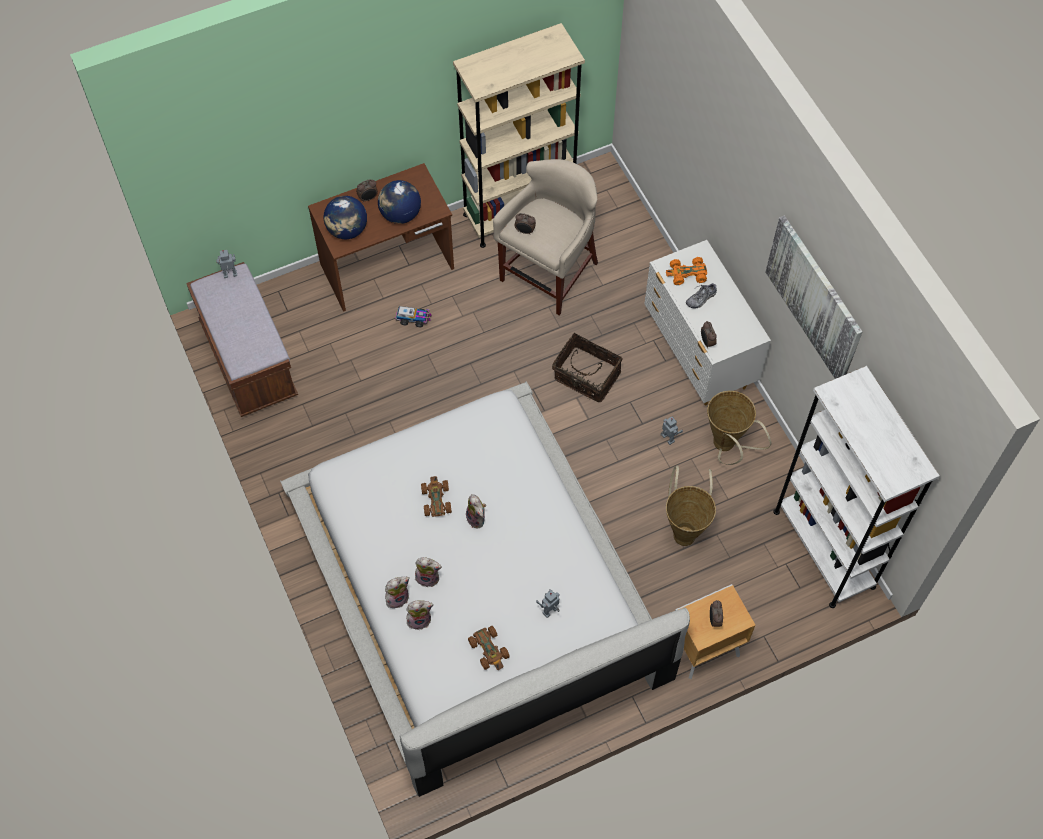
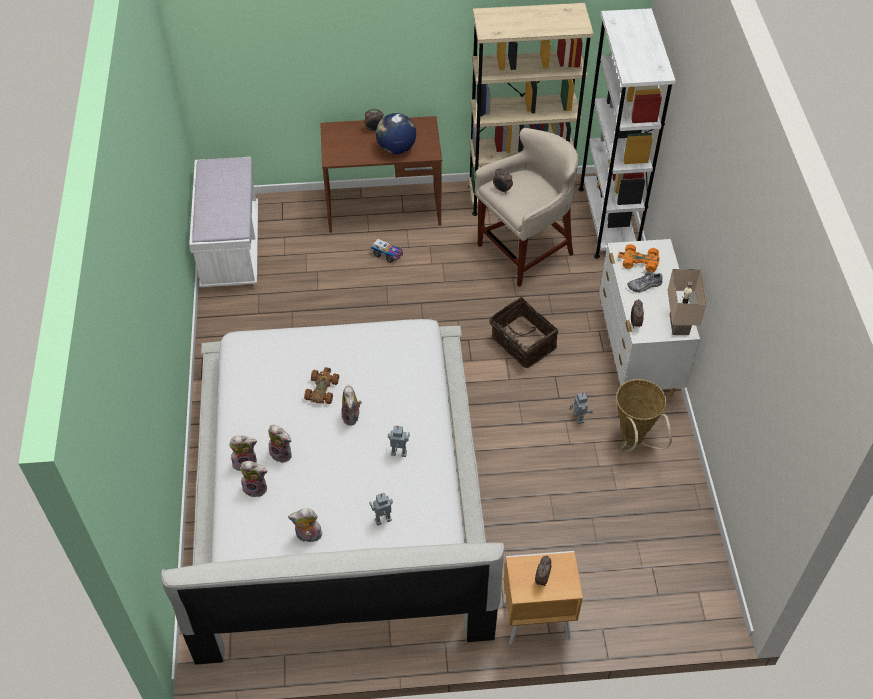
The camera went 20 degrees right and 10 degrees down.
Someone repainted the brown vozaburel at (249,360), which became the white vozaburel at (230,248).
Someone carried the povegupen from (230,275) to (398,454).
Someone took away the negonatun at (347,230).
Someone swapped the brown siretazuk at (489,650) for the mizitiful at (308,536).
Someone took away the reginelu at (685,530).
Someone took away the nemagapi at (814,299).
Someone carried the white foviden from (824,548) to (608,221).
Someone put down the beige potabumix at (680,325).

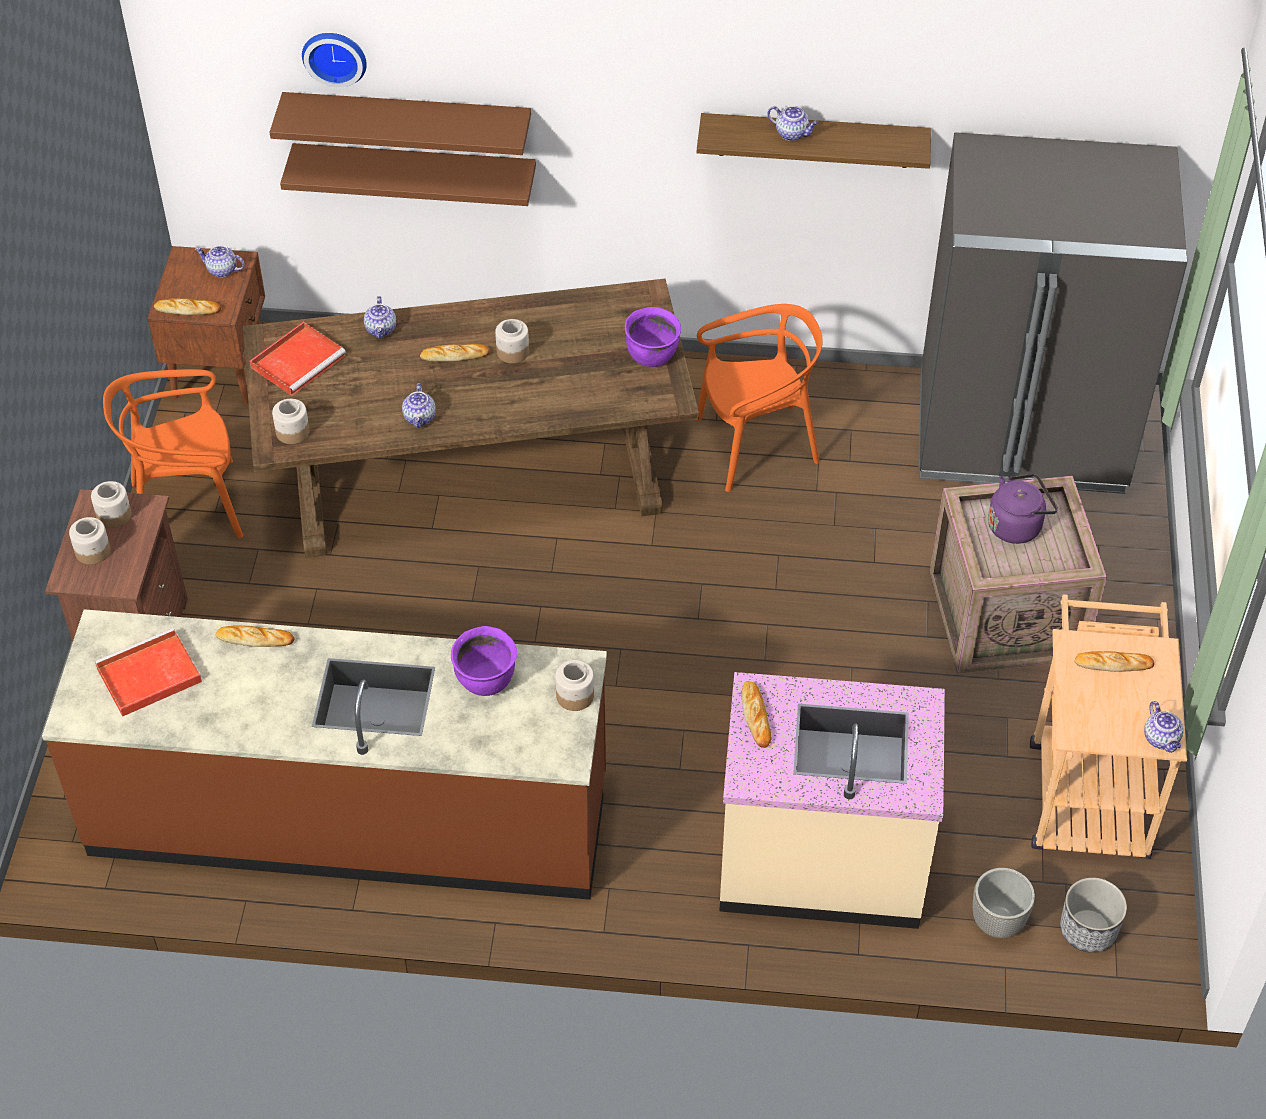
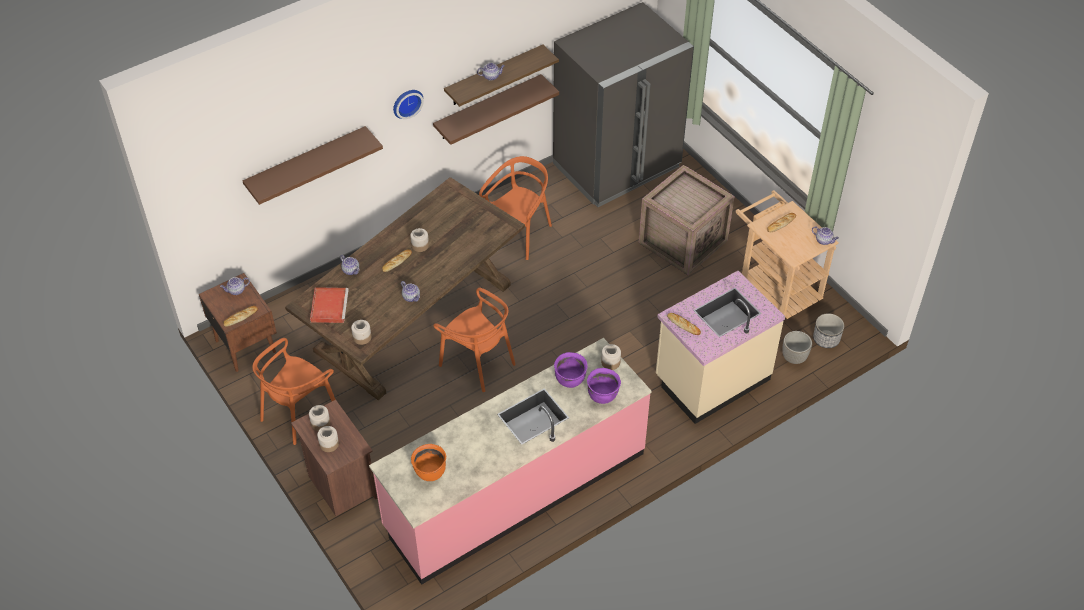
The camera went 40 degrees left and 0 degrees up.
Someone repainted the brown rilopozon at (350,815), which became the pink rilopozon at (514,489).
Someone swapped the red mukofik at (147,676) for the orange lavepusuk at (430,472).
Someone took away the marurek at (255,639).
Someone carried the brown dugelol from (415,170) to (488,107).
Someone carried the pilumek from (335,56) to (406,102).
Someone carried the purple lavepusuk from (652,356) to (602,395).
Someone took away the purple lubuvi at (1017,525).
Someone put down the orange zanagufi at (478,362).

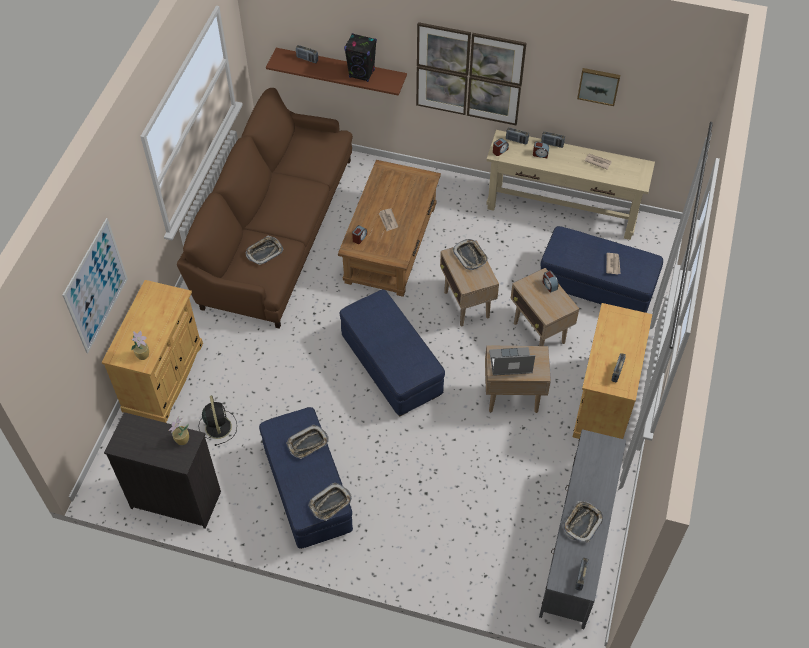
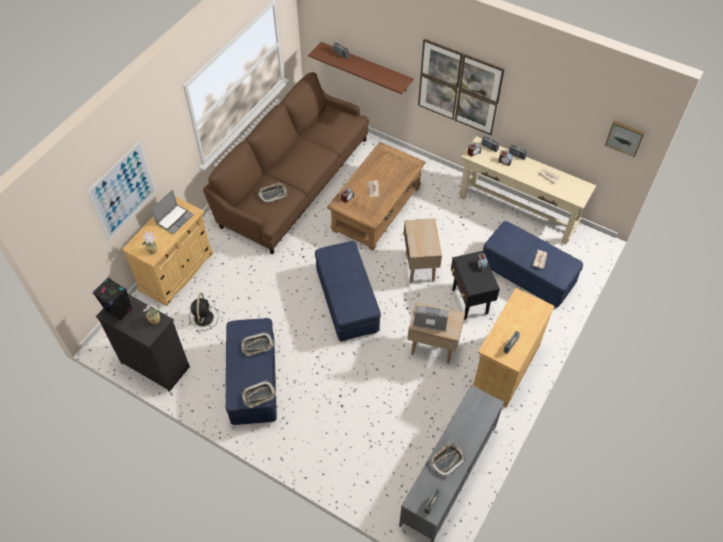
The camera went 15 degrees right and 0 degrees up.
Someone carried the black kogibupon from (362,74) to (119,311).
Someone took away the mukofik at (470,256).
Someone repainted the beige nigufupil at (539,333), which became the black nigufupil at (469,302).
Someone carried the nemagapi from (598,85) to (625,137).
Someone put down the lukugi at (175,219).

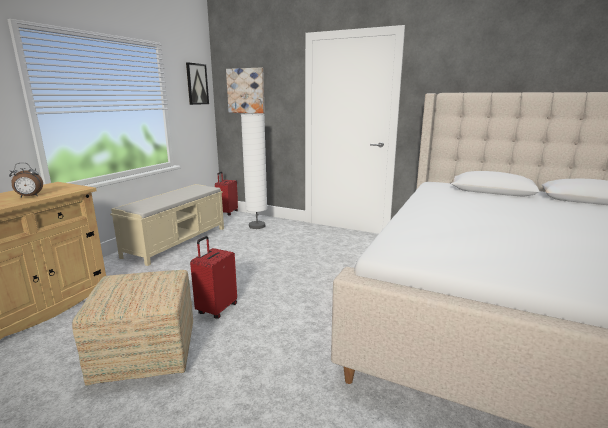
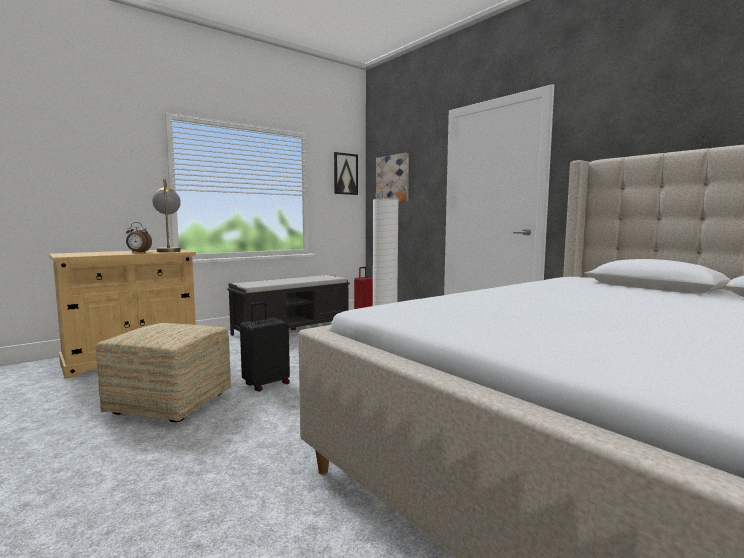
The camera went 25 degrees right and 10 degrees down.
Someone repainted the beige vozaburel at (177,241), which became the black vozaburel at (293,329).
Someone repainted the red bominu at (216,309), which became the black bominu at (266,384).
Someone put down the potabumix at (168,251).

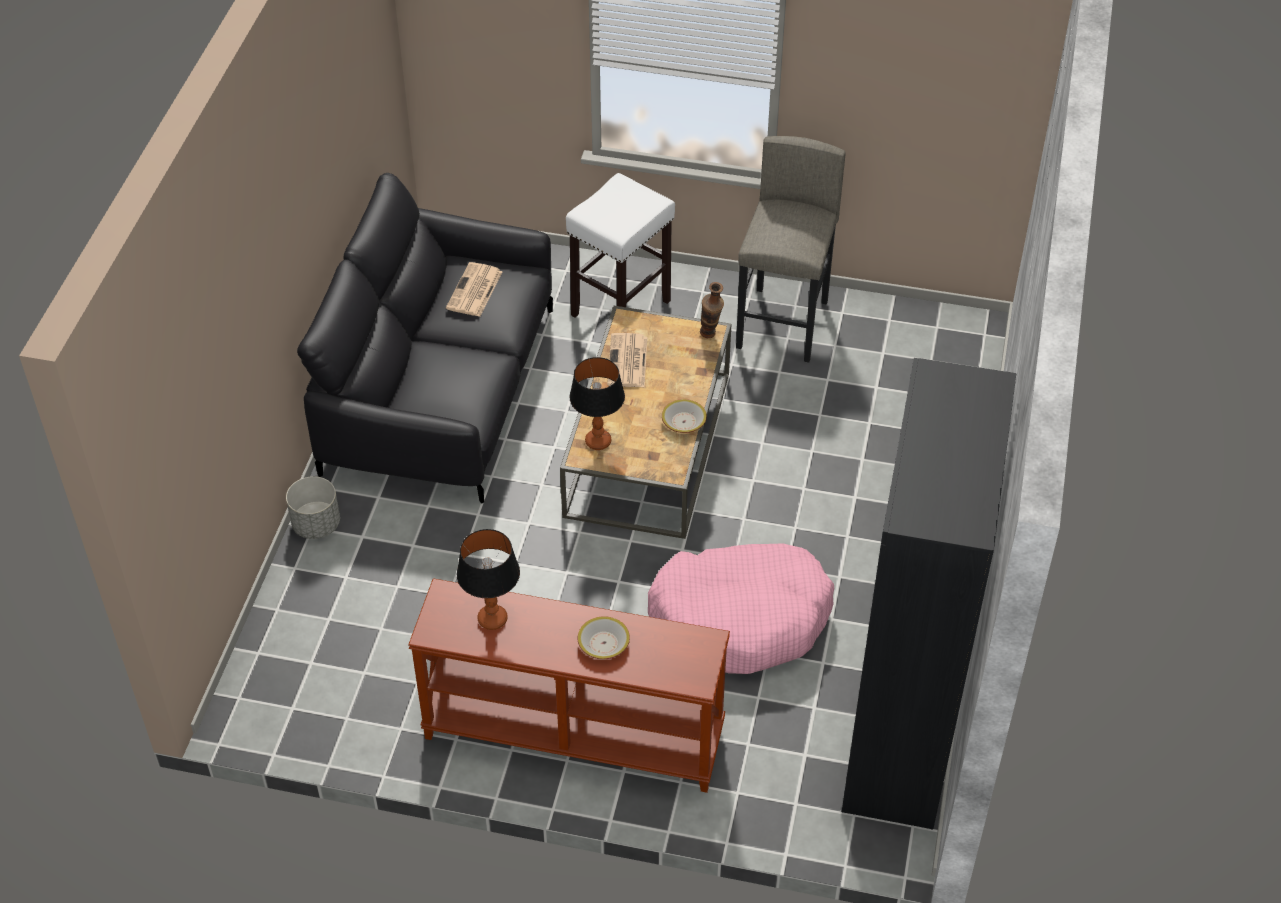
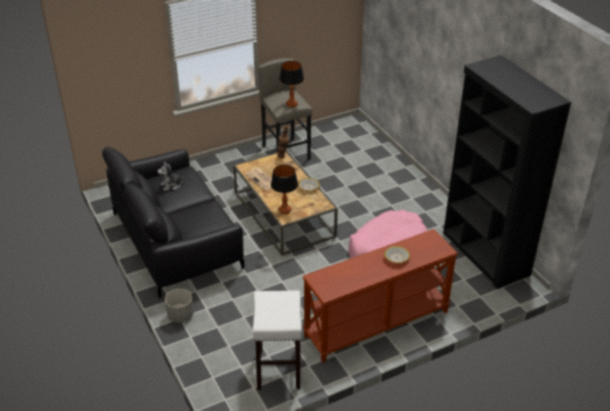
The camera went 40 degrees left and 10 degrees down.
Someone swapped the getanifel at (474,291) for the mizitiful at (172,185).
Someone carried the potabumix from (492,619) to (291,104).
Someone carried the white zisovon from (621,307) to (278,369).

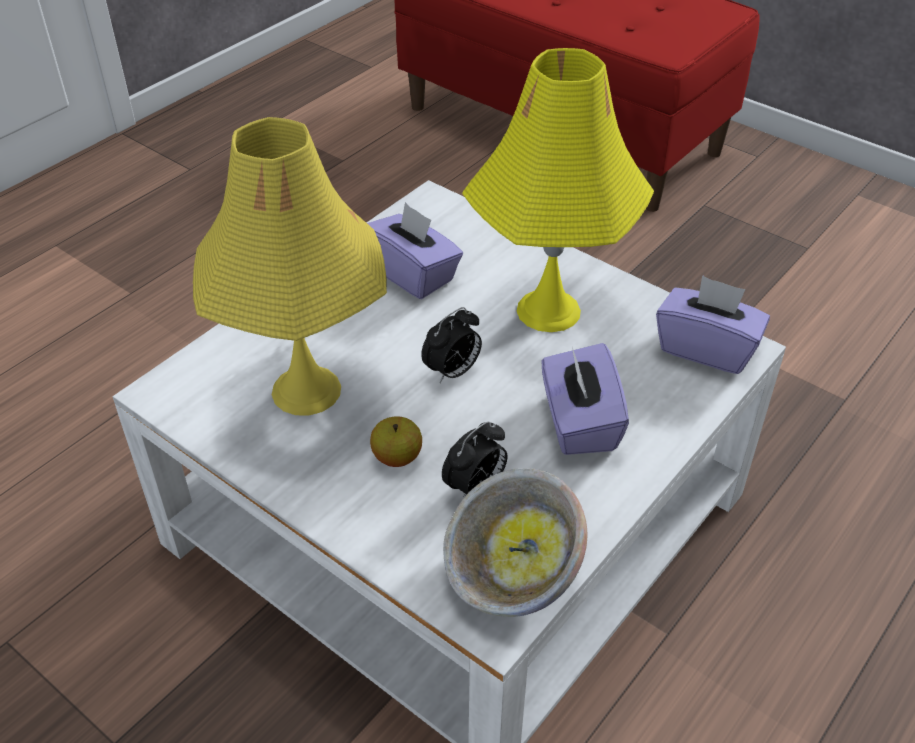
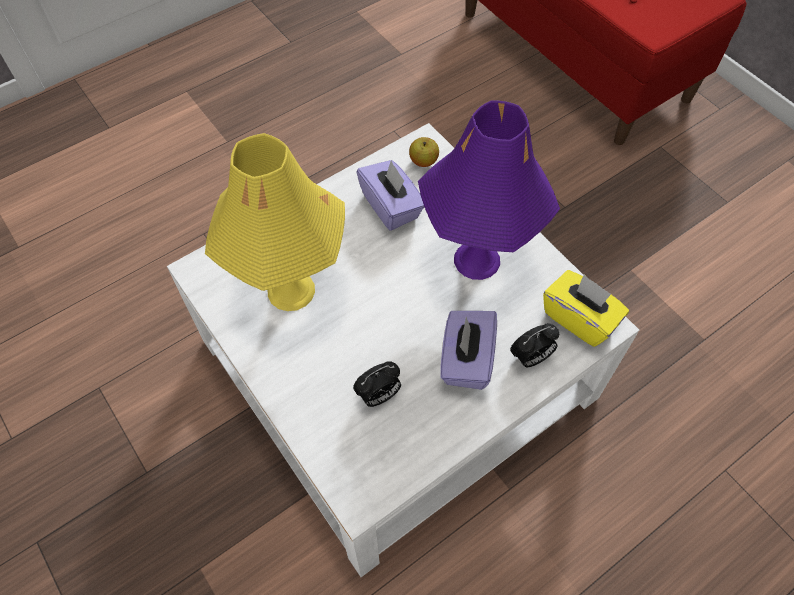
The camera went 15 degrees right and 15 degrees up.
Someone carried the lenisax from (397,457) to (423,161).
Someone carried the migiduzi from (452,372) to (530,358).
Someone took away the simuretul at (512,576).
Someone repainted the yellow potabumix at (548,310), which became the purple potabumix at (477,259).
Someone repainted the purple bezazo at (706,348), which became the yellow bezazo at (579,318).

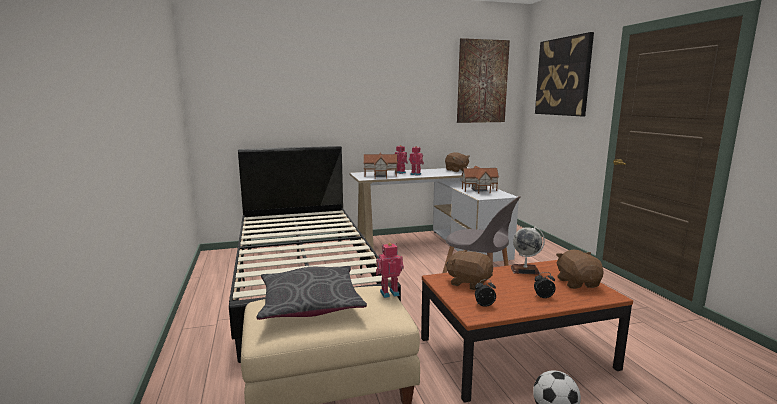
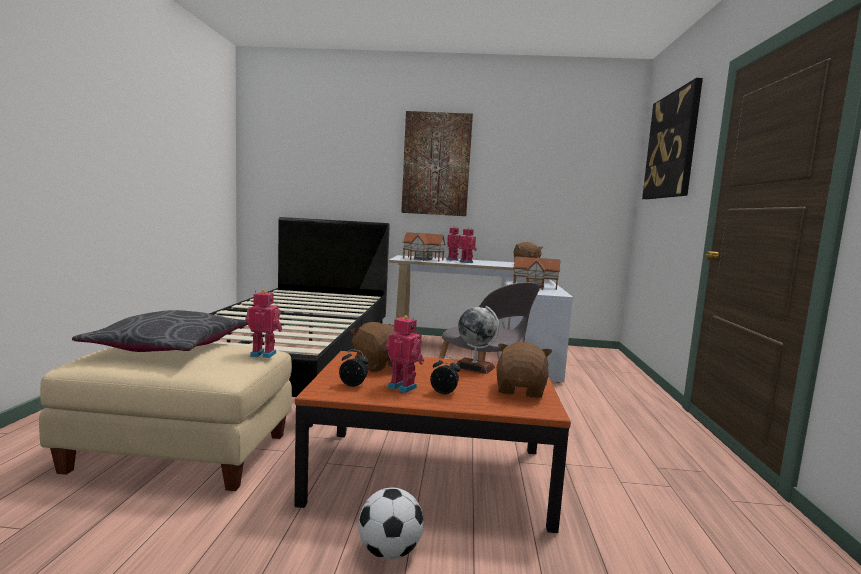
The camera went 20 degrees right and 5 degrees down.
Someone carried the nemagapi from (482,81) to (436,164).
Someone put down the povegupen at (403,387).

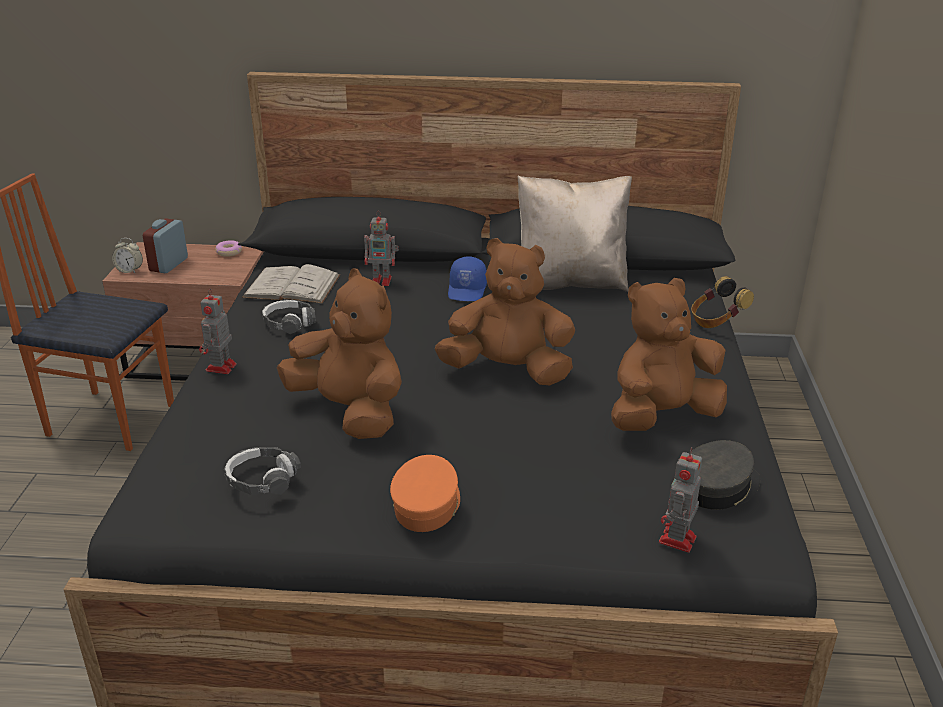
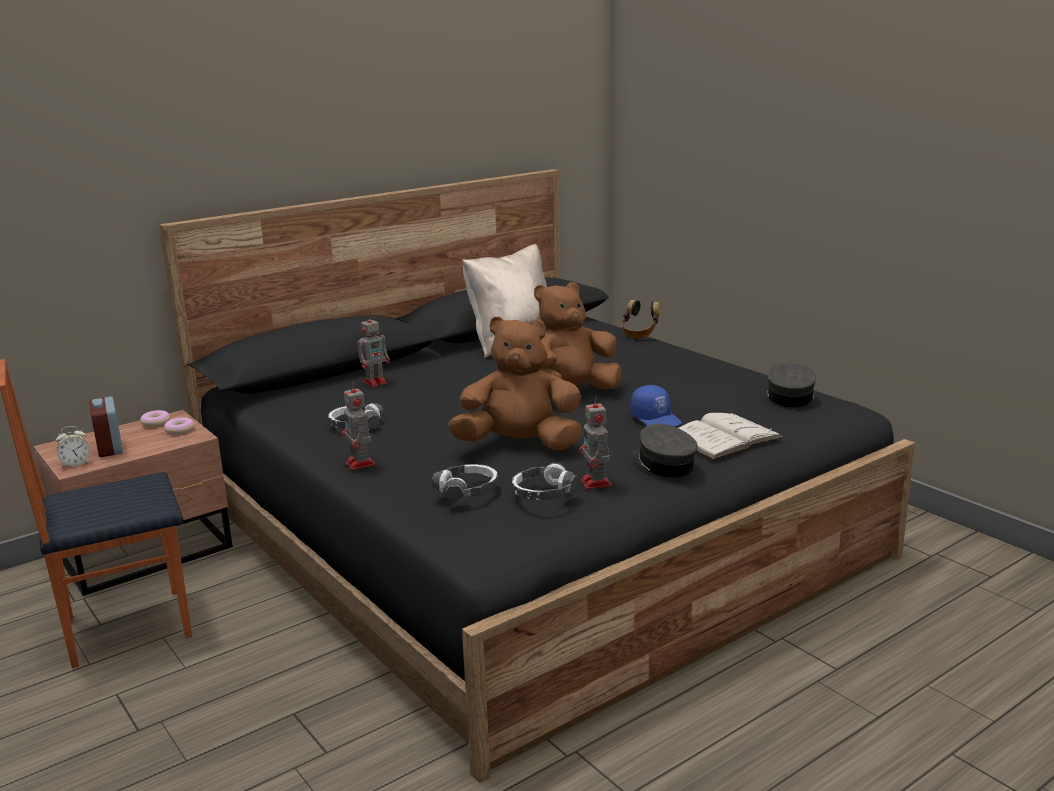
The camera went 40 degrees left and 10 degrees down.
Someone carried the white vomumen from (292,286) to (723,436).
Someone repainted the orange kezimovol at (427,505), which became the grey kezimovol at (662,464).
Someone carried the blue kezimovol from (467,290) to (656,419).
Someone took away the brown mizitiful at (661,416).
Someone carried the povegupen from (677,541) to (596,484).
Someone put down the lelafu at (179,430).
Someone put down the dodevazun at (467,490).

